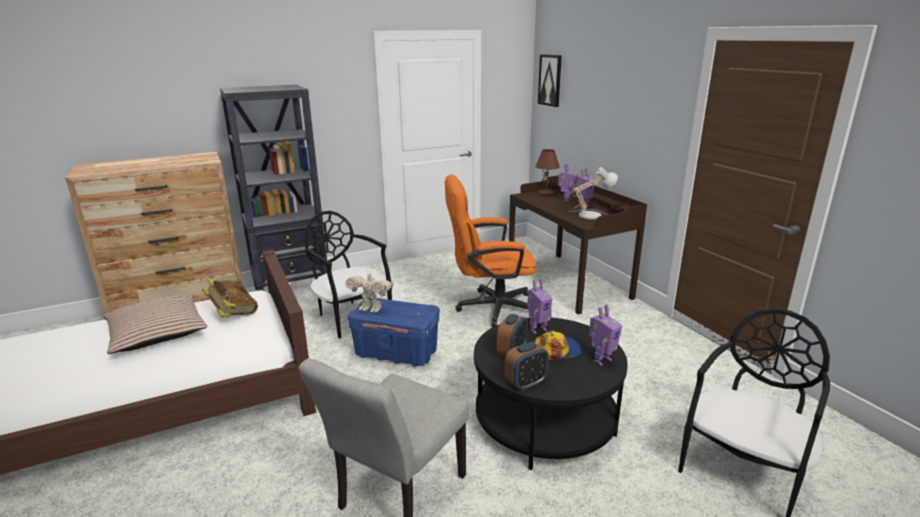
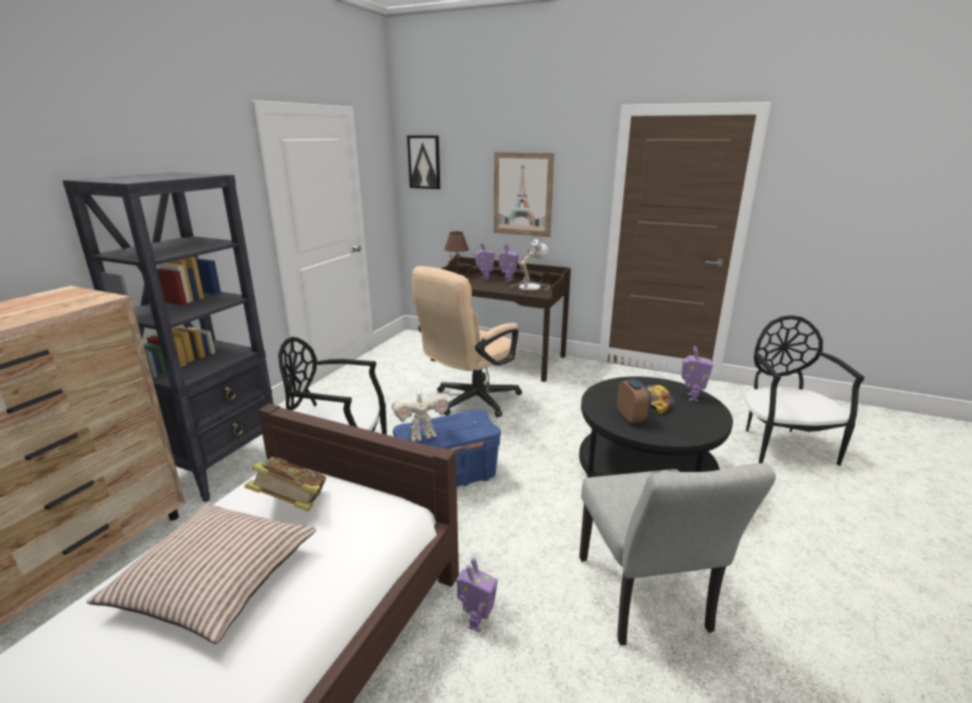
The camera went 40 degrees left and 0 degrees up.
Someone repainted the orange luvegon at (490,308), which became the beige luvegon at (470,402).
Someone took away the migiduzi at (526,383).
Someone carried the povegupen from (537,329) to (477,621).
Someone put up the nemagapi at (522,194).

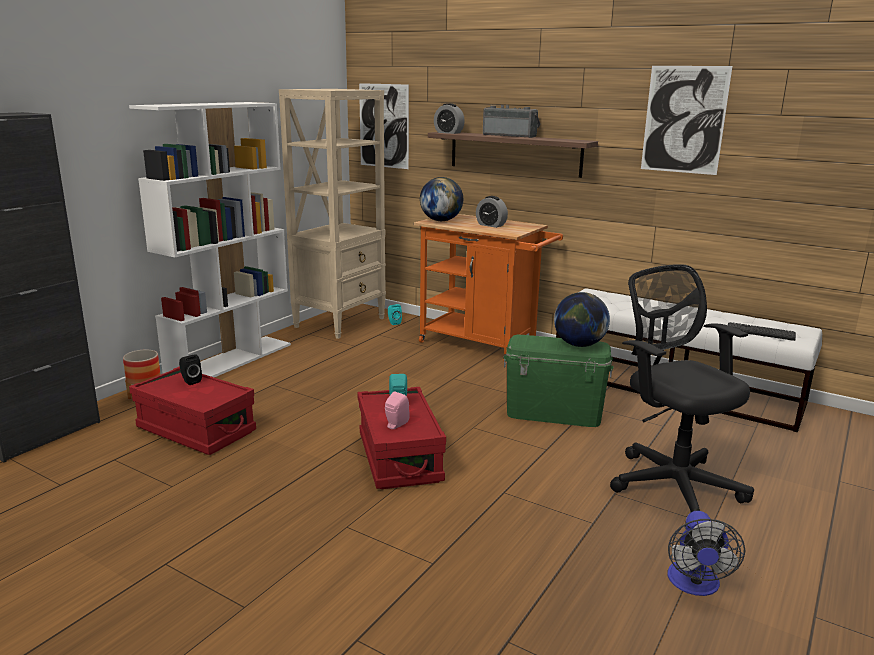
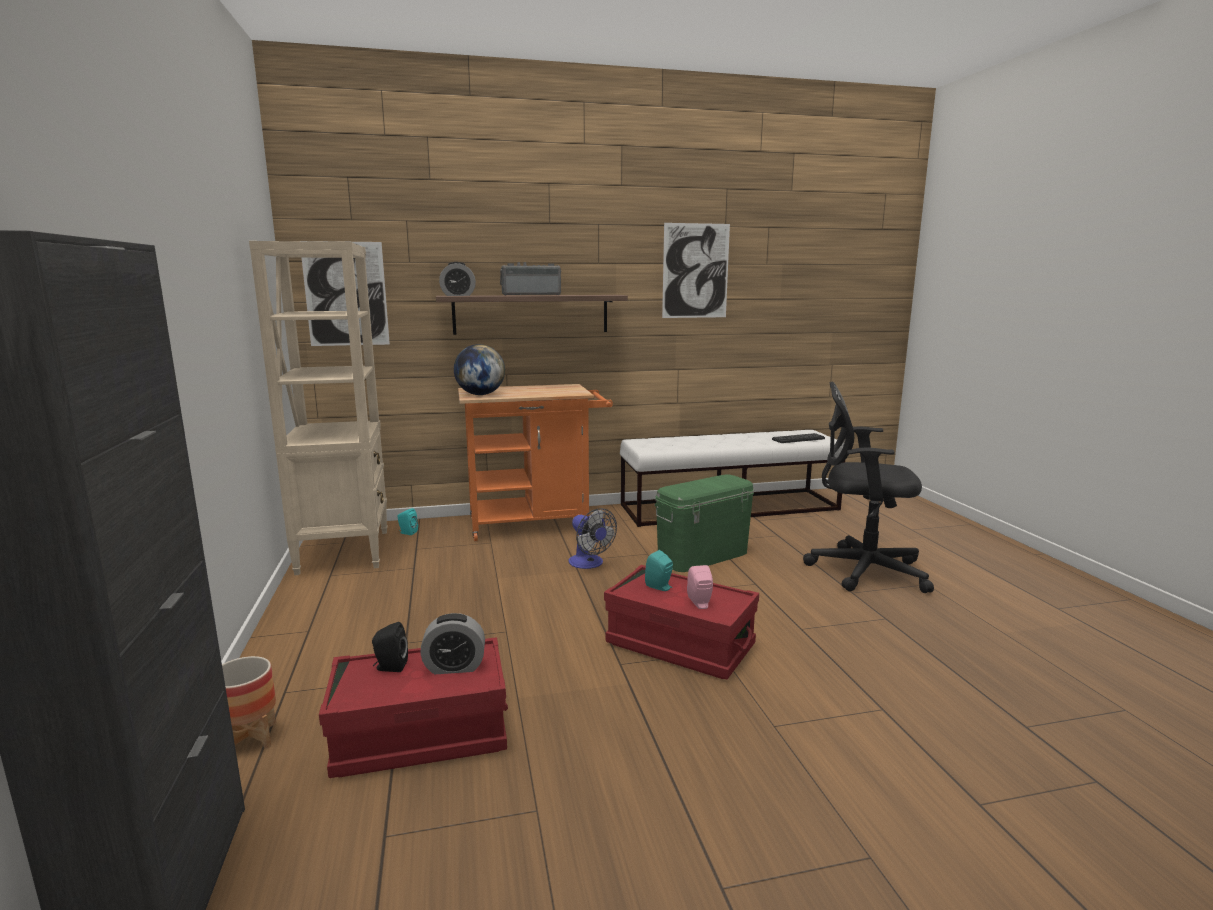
The camera went 45 degrees left and 5 degrees down.
Someone took away the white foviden at (230,360).
Someone carried the migiduzi from (491,225) to (454,667).
Someone took away the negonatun at (579,345).
Someone carried the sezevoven from (694,585) to (589,564).

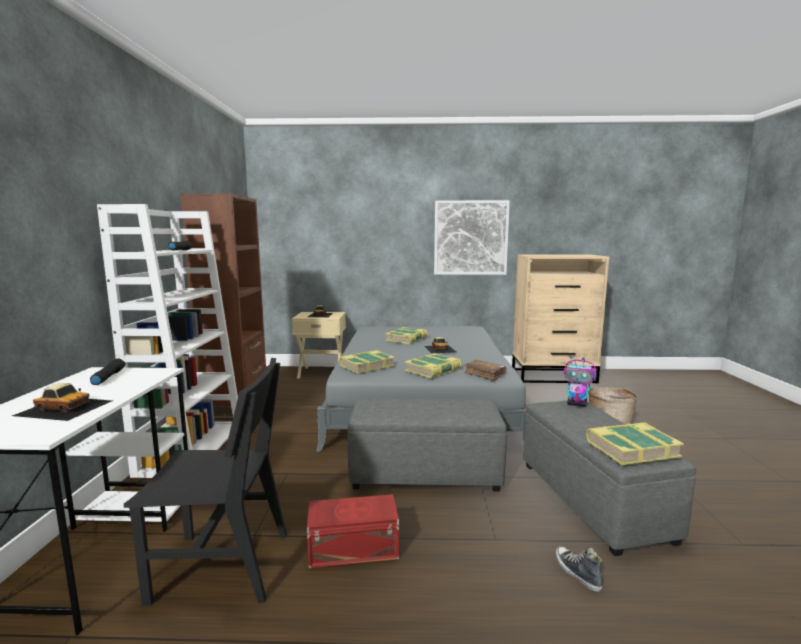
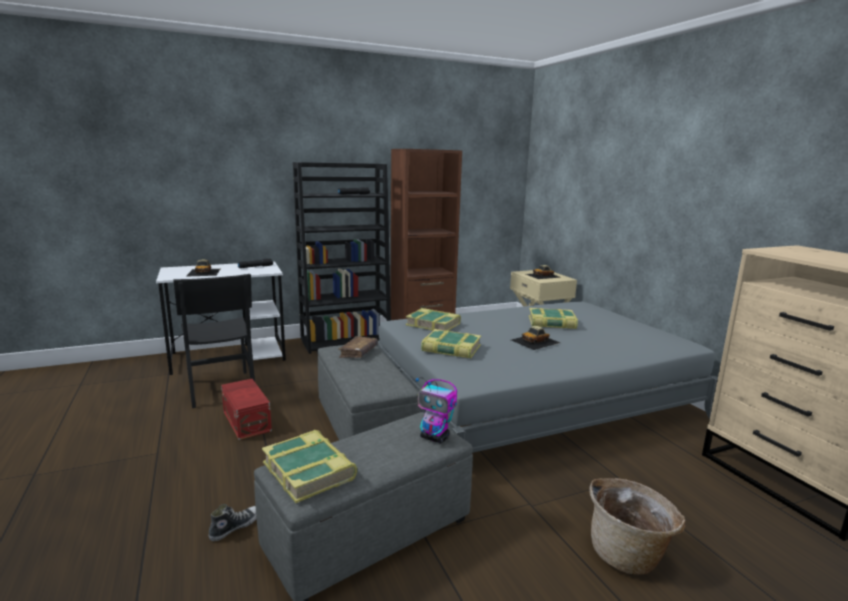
The camera went 65 degrees right and 5 degrees up.
Someone repainted the white foviden at (192,448), which became the black foviden at (346,340).
Someone took away the nemagapi at (470,238).
Someone carried the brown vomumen from (484,374) to (358,352).
Someone rotated the povegupen at (577,404) by 60 degrees counterclockwise.

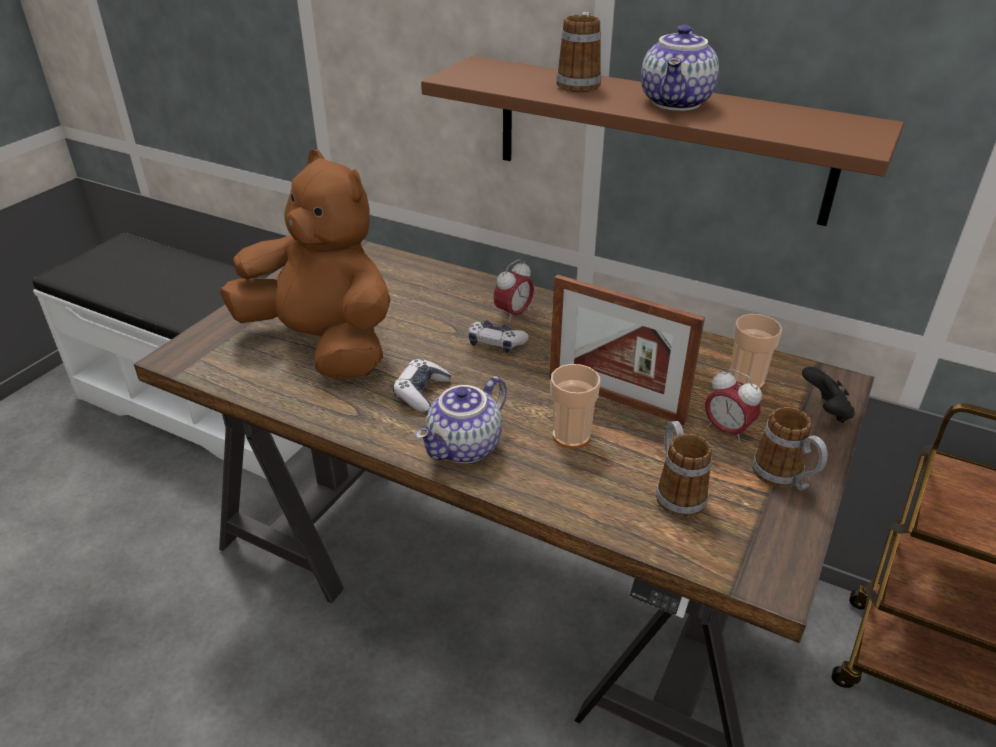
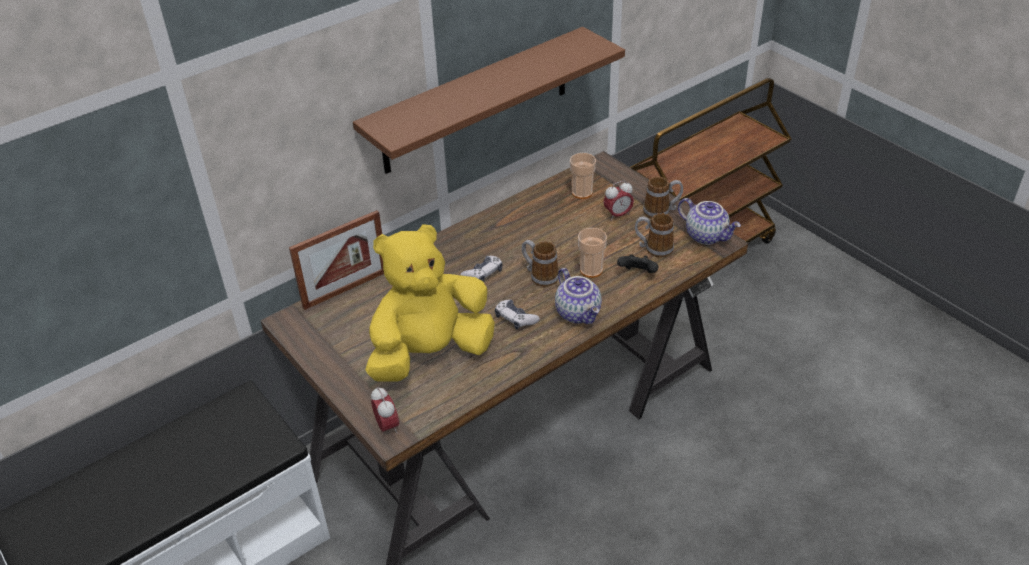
The camera went 65 degrees left and 5 degrees up.
Someone repainted the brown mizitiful at (324,345), which became the yellow mizitiful at (430,354).
Someone carried the migiduzi from (513,314) to (387,426).
Someone carried the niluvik from (615,399) to (346,289).
Someone carried the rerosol from (579,82) to (540,276).
Someone carried the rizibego from (677,103) to (707,235).
Someone carried the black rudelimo from (825,411) to (638,274).

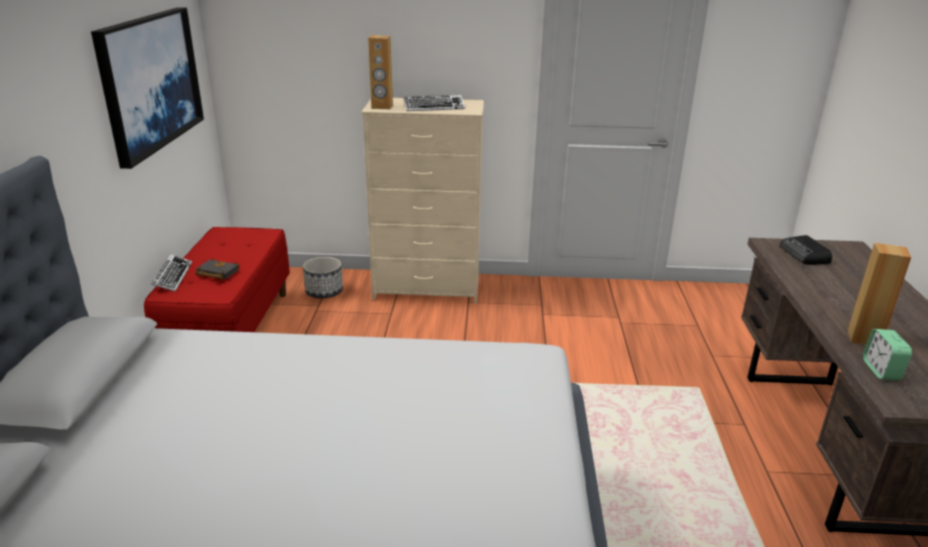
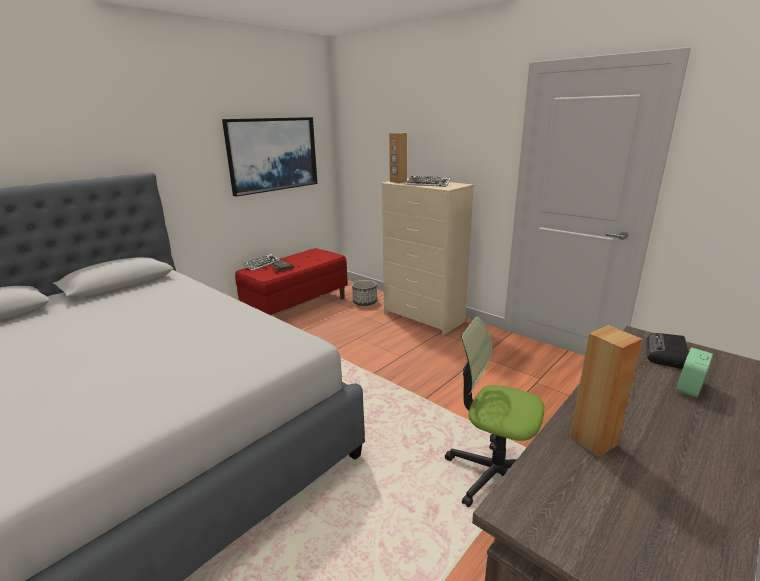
The camera went 40 degrees right and 5 degrees down.
Someone carried the migiduzi from (881,370) to (689,387).
Someone put down the luvegon at (493,474).

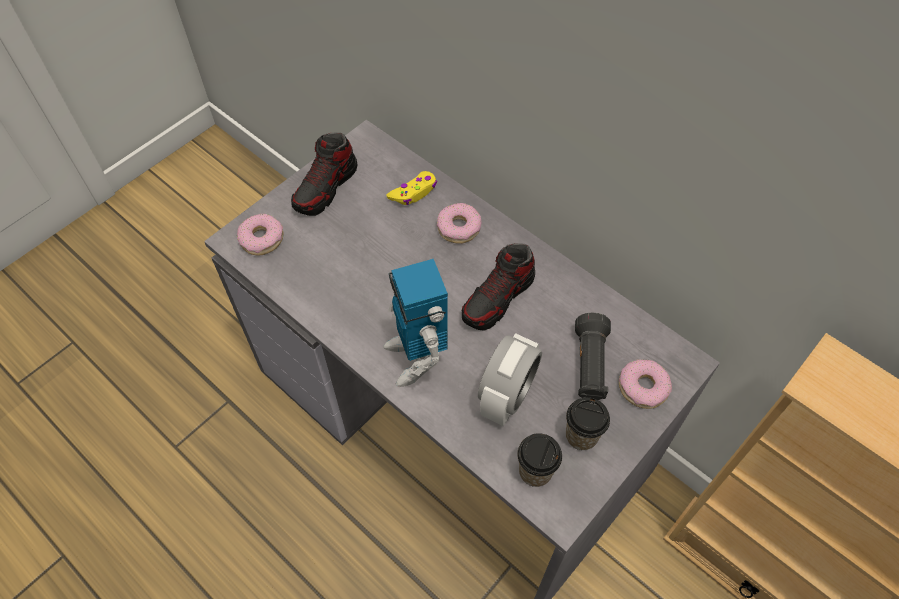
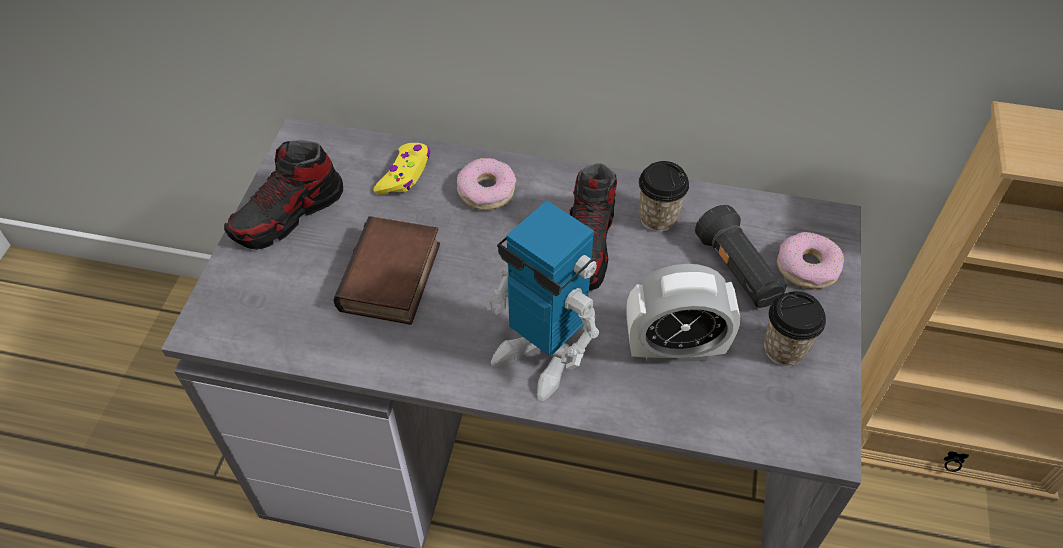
The camera went 30 degrees left and 5 degrees down.
Someone took away the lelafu at (262,239).
Someone rotated the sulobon at (326,188) by 45 degrees clockwise.
Someone rotated the migiduzi at (506,396) by 90 degrees clockwise.
Someone carried the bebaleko from (535,471) to (658,218).
Someone put down the vomumen at (393,279).

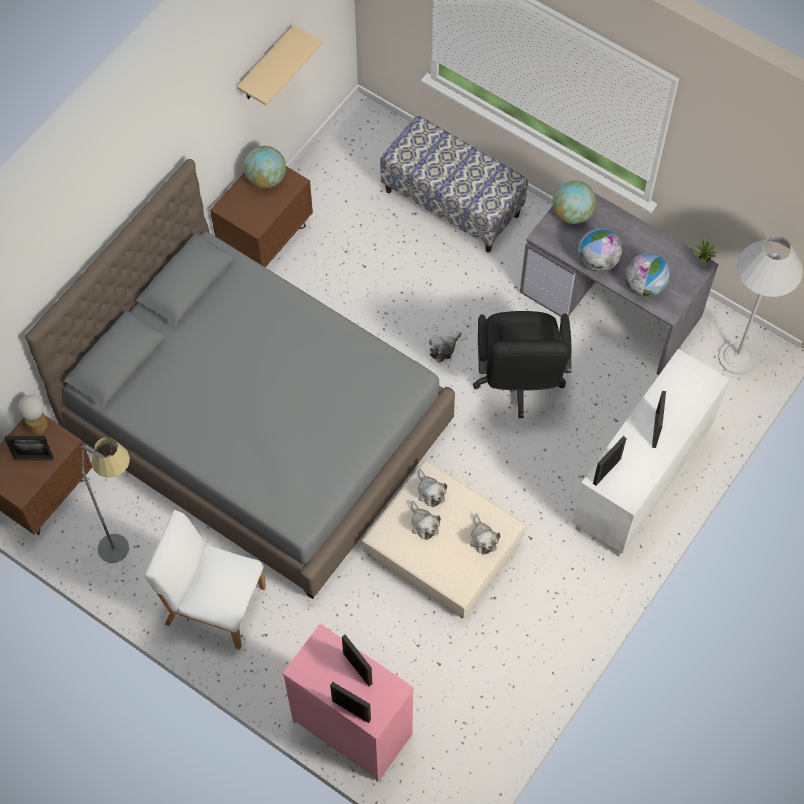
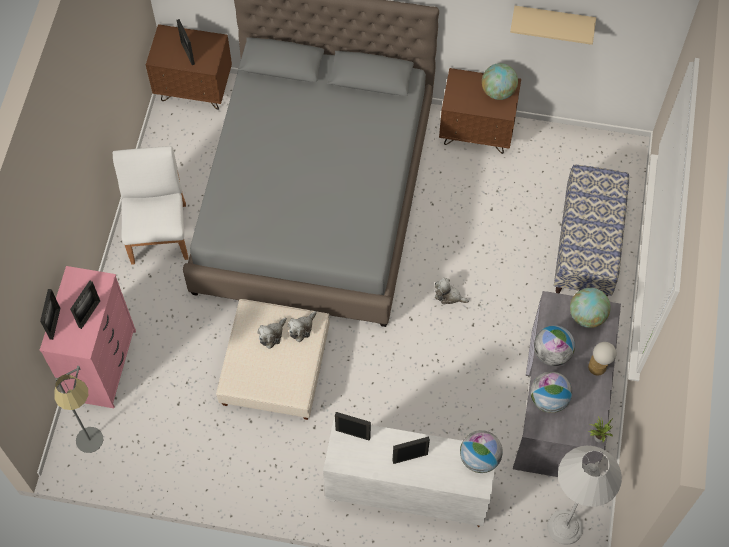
The camera went 65 degrees right and 0 degrees up.
Someone carried the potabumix from (37,422) to (599,365).
Someone carried the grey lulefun from (127,543) to (98,448).
Someone took away the mizitiful at (483,539).
Someone took away the black luvegon at (518,383).
Someone put down the negonatun at (479,458).

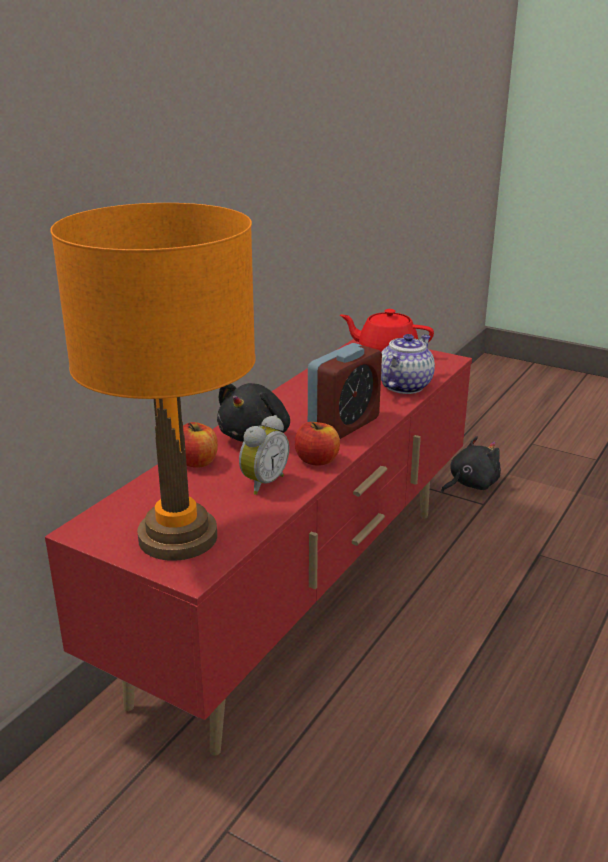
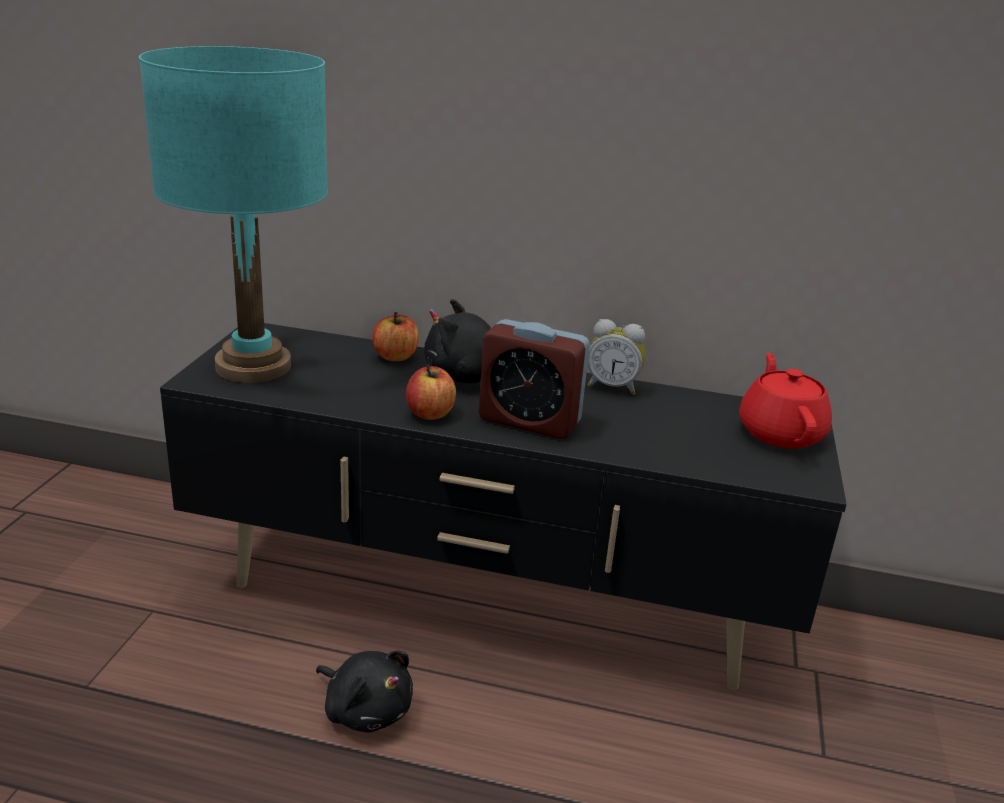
The camera went 70 degrees right and 0 degrees up.
Someone repainted the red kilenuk at (303,598), which became the black kilenuk at (490,602).
Someone repainted the orange potabumix at (178,537), which became the turquoise potabumix at (254,367).
Someone carried the migiduzi from (262,483) to (612,387).
Someone took away the rizibego at (404,385).
Someone carried the black mizitiful from (470,484) to (366,709).

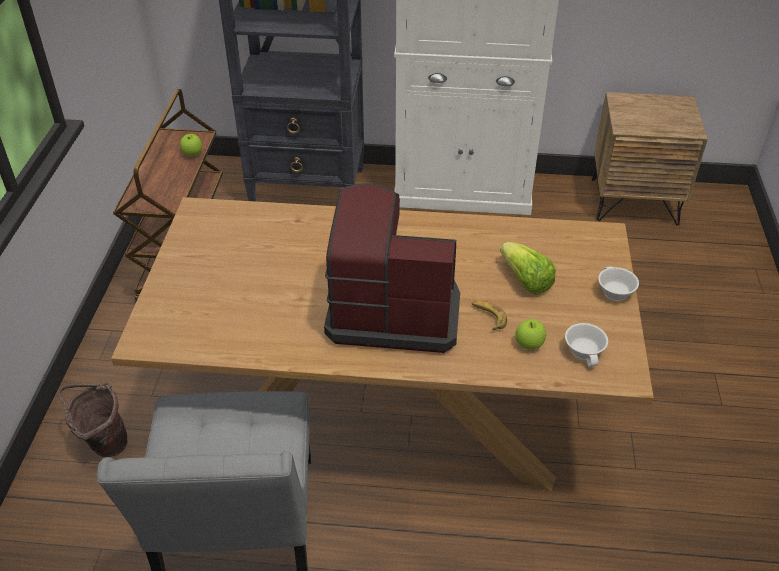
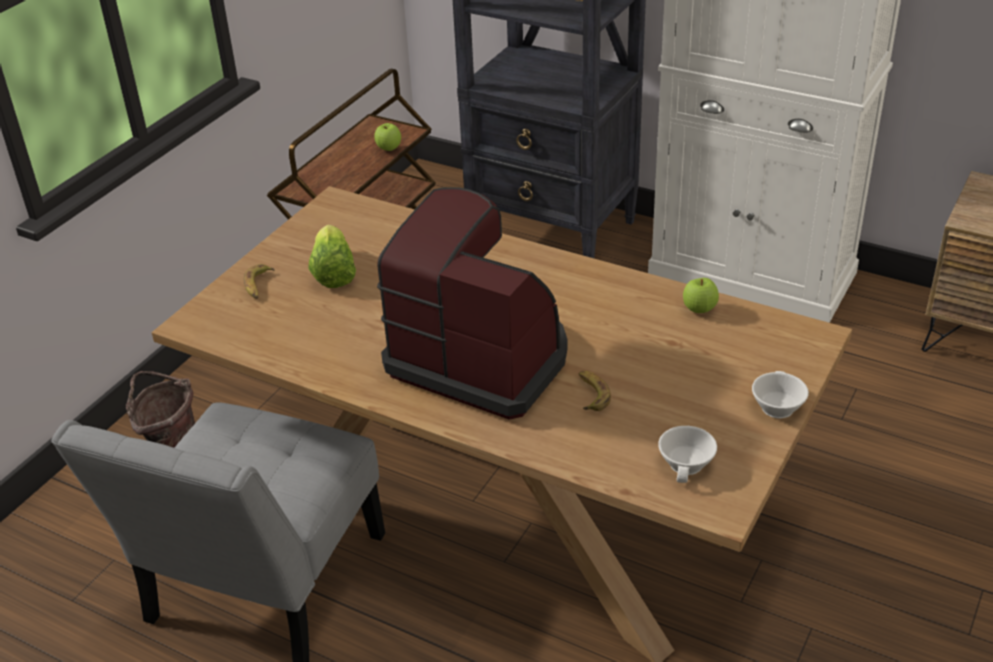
The camera went 25 degrees right and 5 degrees down.
Someone carried the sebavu from (525,280) to (333,273).
Someone carried the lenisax from (529,344) to (699,309).
Someone put down the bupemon at (258,286).

